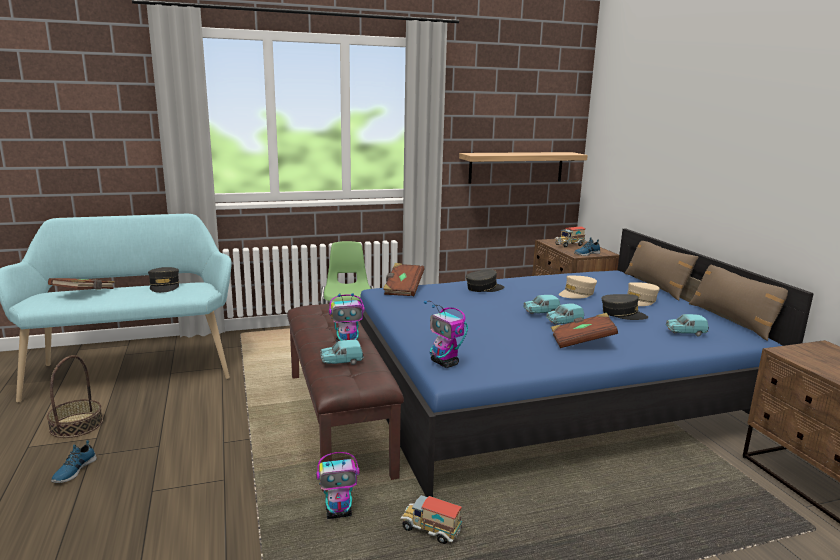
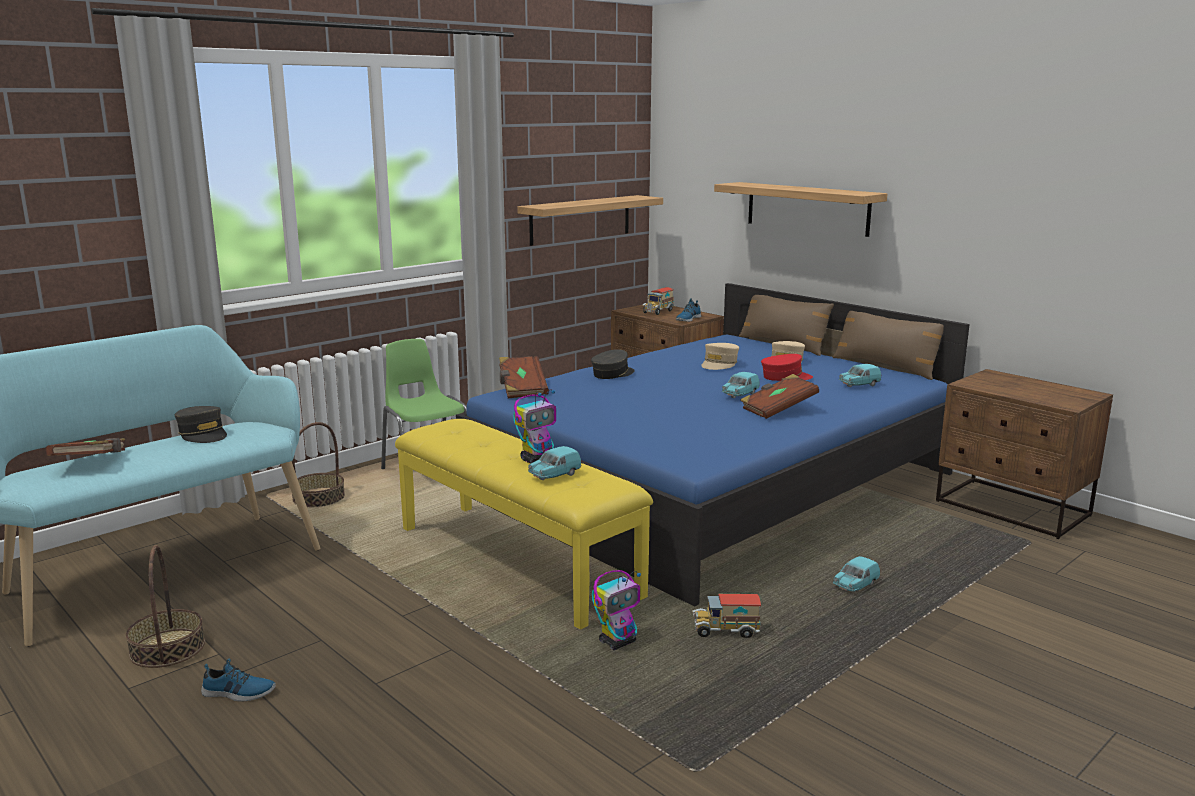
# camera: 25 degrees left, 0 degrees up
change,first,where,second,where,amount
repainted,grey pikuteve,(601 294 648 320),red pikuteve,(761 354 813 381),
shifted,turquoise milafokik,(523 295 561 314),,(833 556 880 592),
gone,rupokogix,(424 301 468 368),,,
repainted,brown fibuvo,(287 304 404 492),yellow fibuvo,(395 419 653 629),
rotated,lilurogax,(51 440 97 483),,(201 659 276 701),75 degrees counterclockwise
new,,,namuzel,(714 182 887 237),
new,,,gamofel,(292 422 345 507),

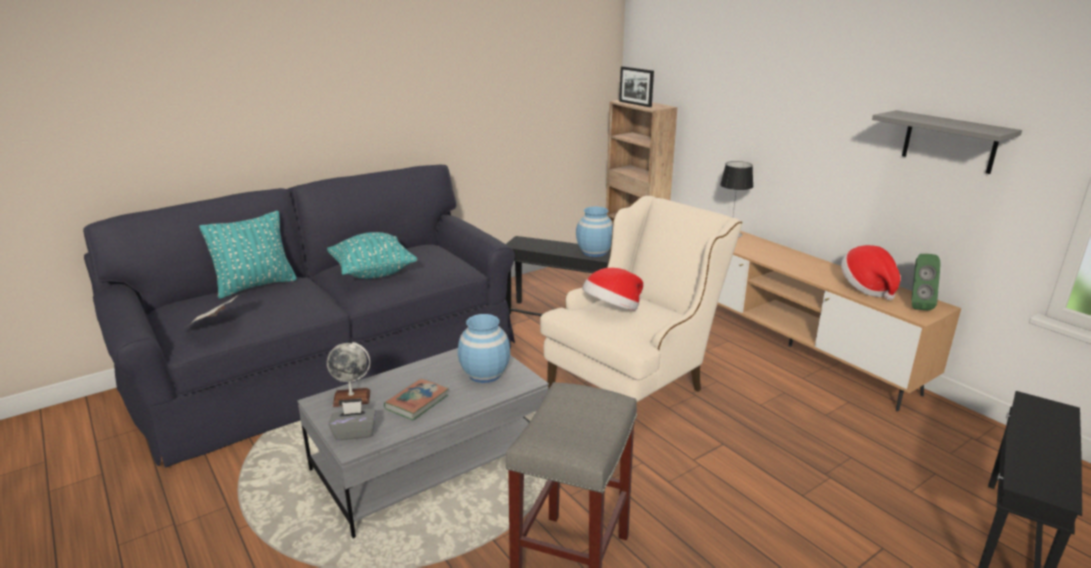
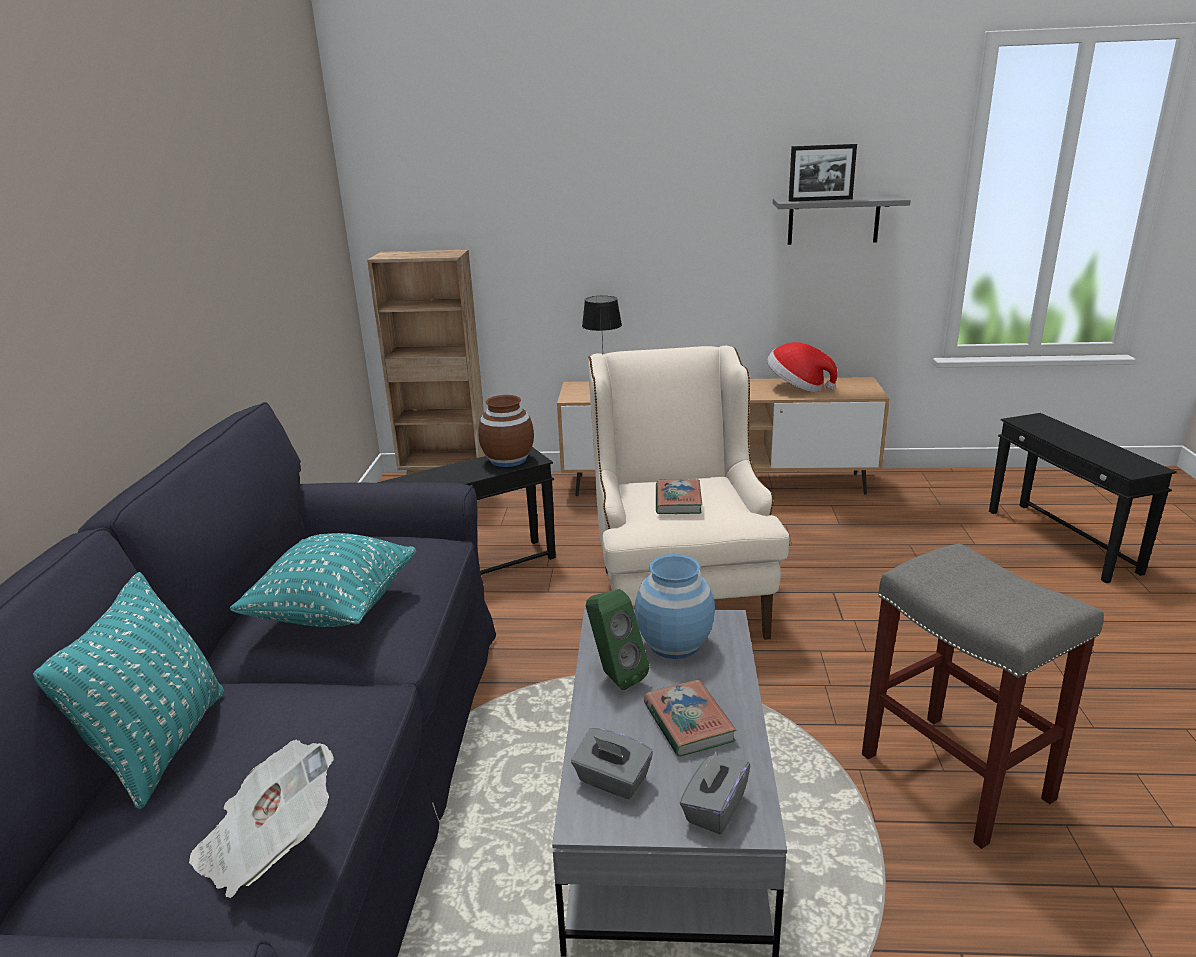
# camera: 50 degrees left, 0 degrees up
change,first,where,second,where,amount
shifted,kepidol,(619 66 654 107),,(789 144 857 202),
repainted,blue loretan,(576 207 613 257),brown loretan,(478 395 534 467),
shifted,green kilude,(912 254 941 311),,(586 589 649 690),
swapped,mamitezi,(582 268 643 310),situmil,(656 479 702 514),
swapped,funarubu,(327 342 370 407),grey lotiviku,(571 728 653 799),

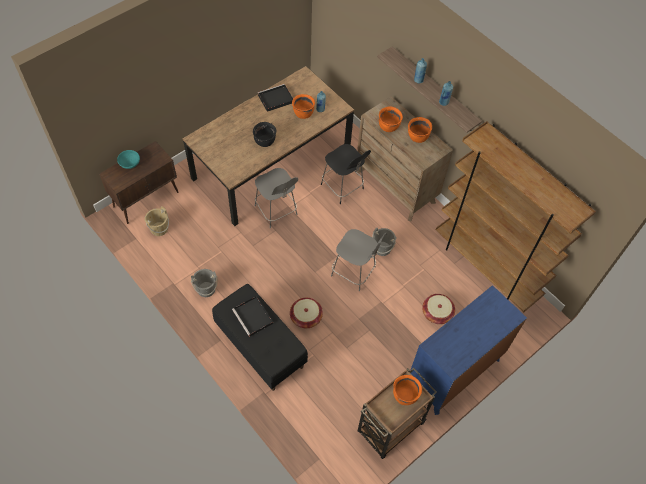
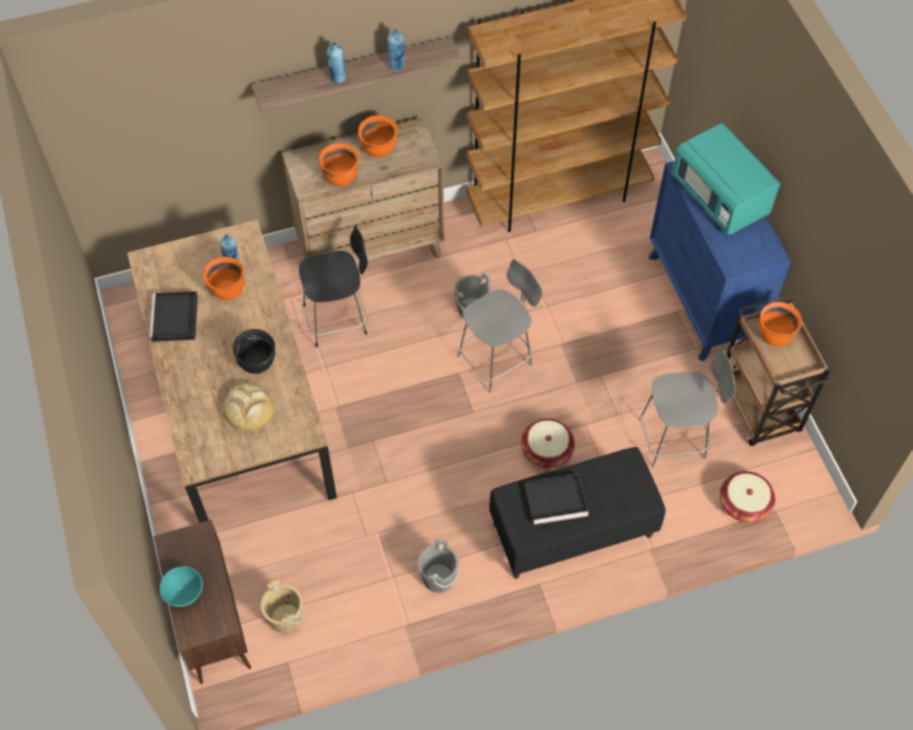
# camera: 65 degrees left, 0 degrees up
change,first,where,second,where,amount
shifted,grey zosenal,(255 168 298 228),,(639 349 736 467),
shifted,gamofel,(422 294 455 324),,(720 471 775 523),
new,,,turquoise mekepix,(672 123 780 235),
new,,,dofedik,(223 382 274 430),

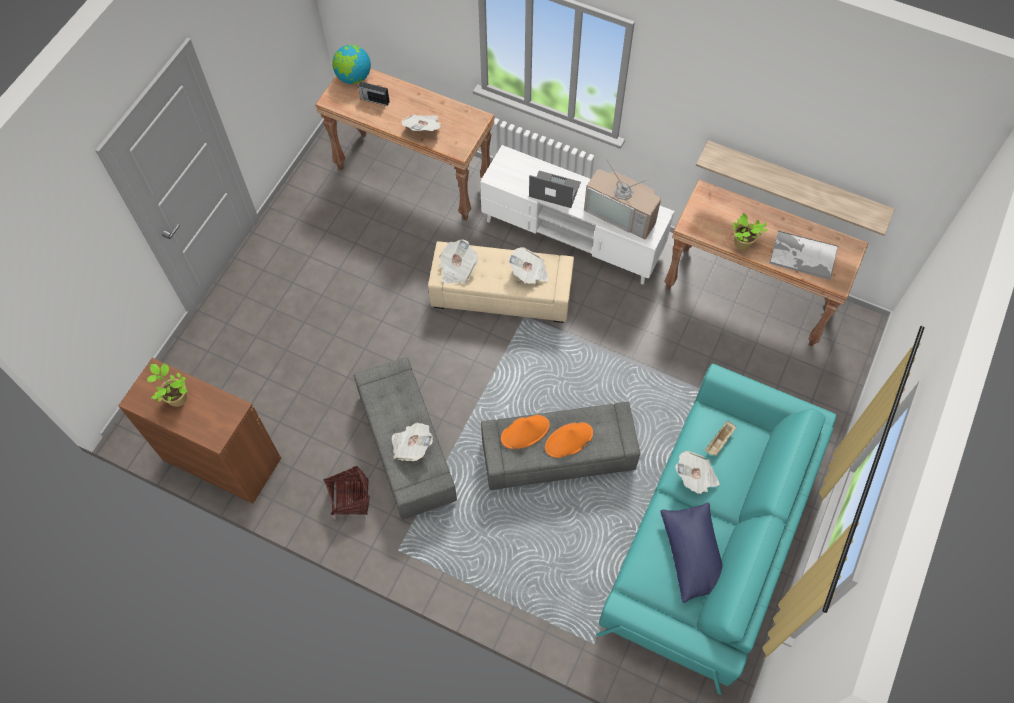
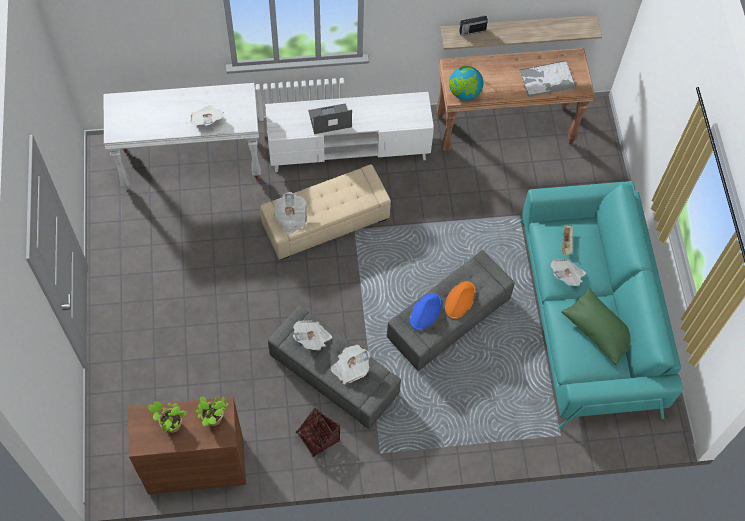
# camera: 35 degrees left, 0 degrees up
change,first,where,second,where,amount
shifted,funarubu,(332 45 371 84),,(449 66 484 101),
repainted,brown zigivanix,(315 68 495 221),white zigivanix,(104 83 261 190),
shifted,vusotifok,(358 82 390 106),,(459 15 488 36),
gone,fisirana,(584 162 661 240),,,
shifted,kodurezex,(733 213 767 250),,(195 396 229 427),
shifted,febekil,(508 247 549 284),,(293 321 332 351),
repainted,orange mamitezi,(501 415 550 449),blue mamitezi,(410 293 442 330),
repainted,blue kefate,(660 502 722 603),green kefate,(561 288 630 365),

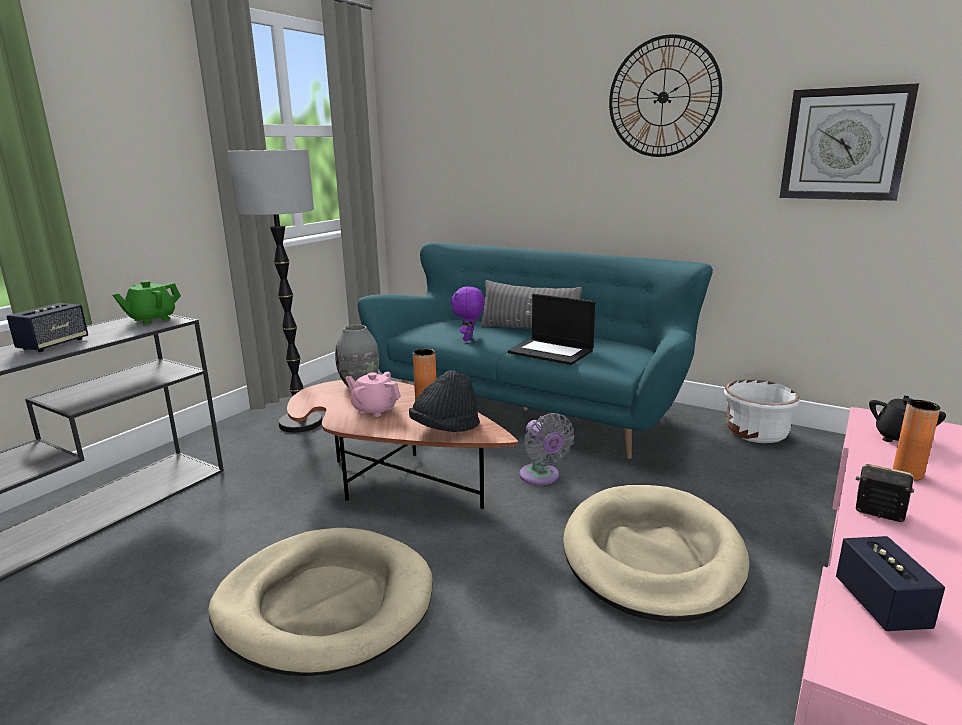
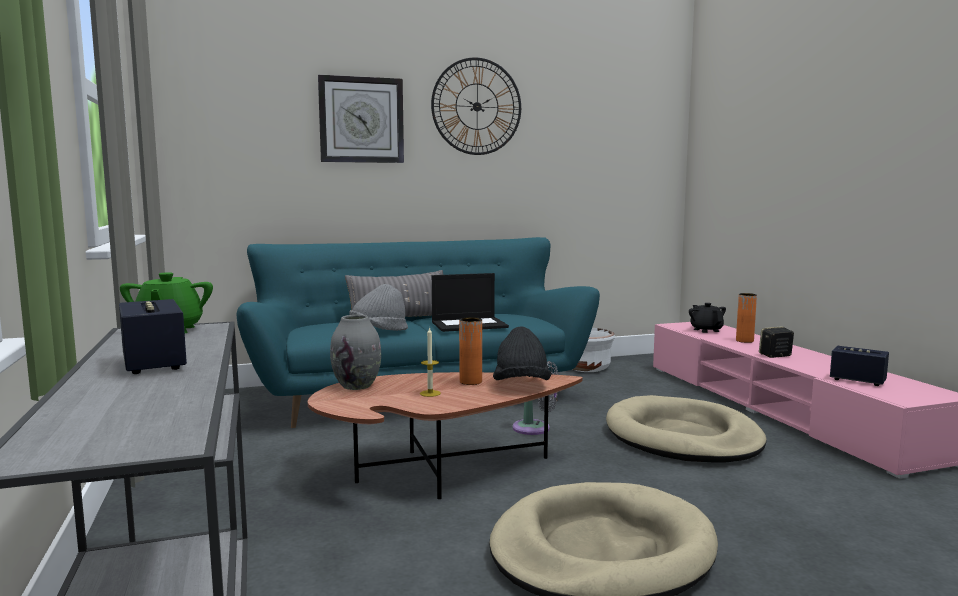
# camera: 50 degrees left, 10 degrees down
change,first,where,second,where,amount
shifted,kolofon,(780 83 919 201),,(318 75 404 163),
gone,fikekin,(227 149 322 433),,,
swapped,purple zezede,(451 287 485 341),grey mamitezi,(349 284 408 331),
swapped,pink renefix,(345 371 401 417),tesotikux,(420 327 441 397),

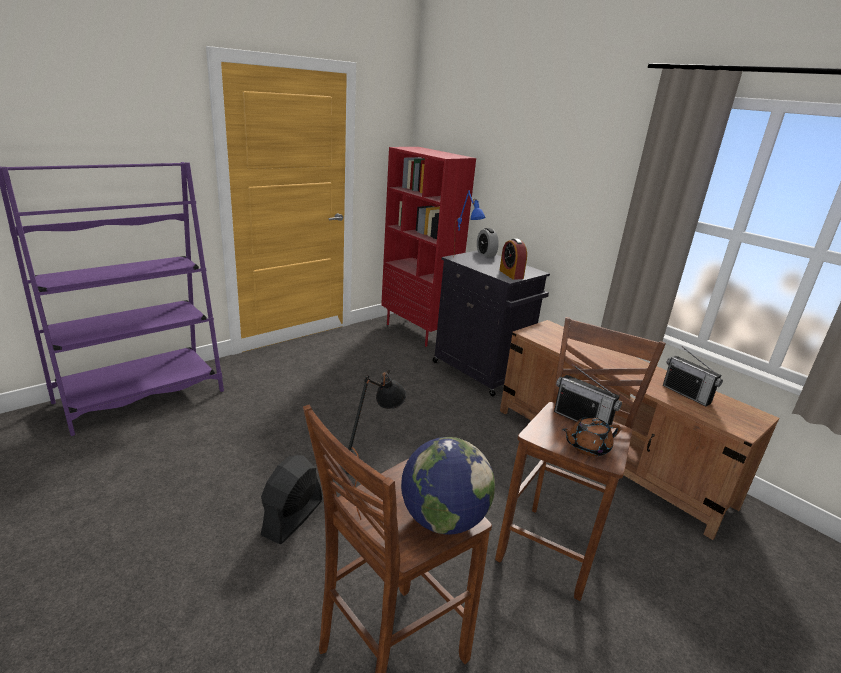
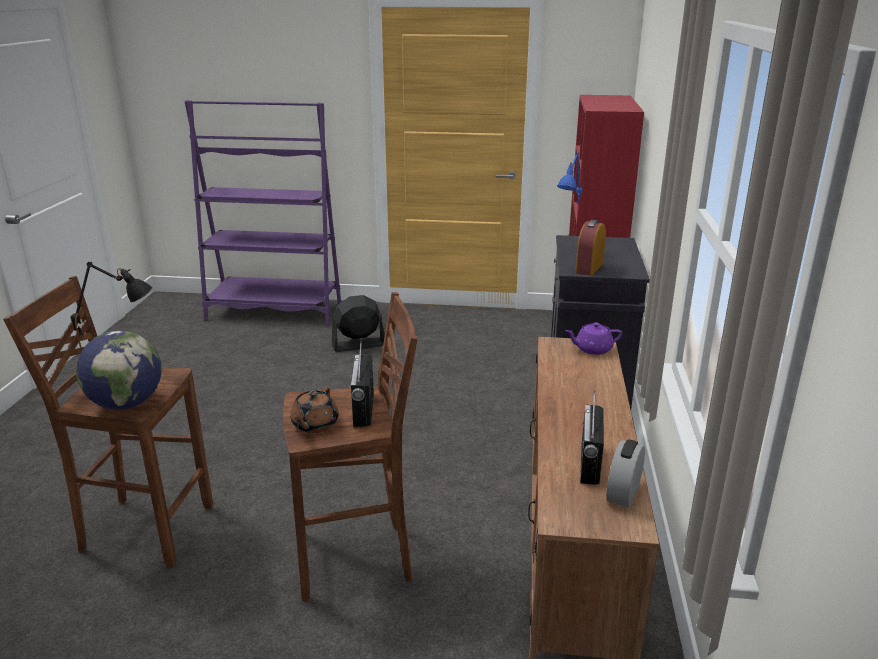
# camera: 50 degrees right, 0 degrees up
change,first,where,second,where,amount
shifted,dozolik,(477 228 499 257),,(606 439 645 508),
rotated,brown renefix,(562 417 621 456),,(290 387 339 433),105 degrees counterclockwise
shifted,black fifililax,(261 455 322 544),,(332 295 385 352),
new,,,purple renefix,(565 322 622 355),

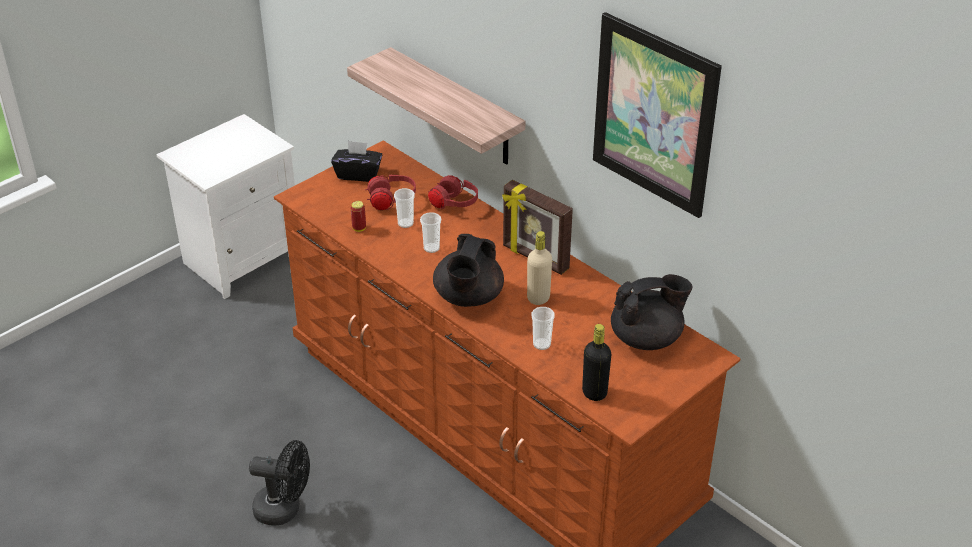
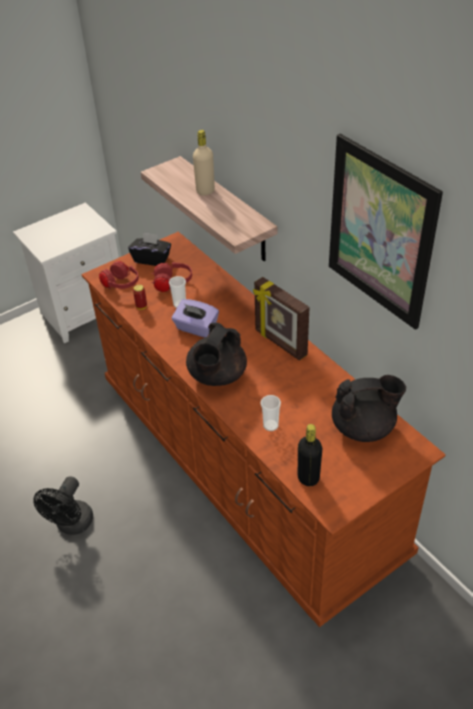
# camera: 10 degrees right, 5 degrees up
change,first,where,second,where,amount
shifted,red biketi,(428 175 478 209),,(99 261 139 289),
swapped,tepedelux,(420 212 441 253),purple lotiviku,(172 299 219 337),
shifted,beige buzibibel,(527 231 552 305),,(193 130 215 195),
rotated,black fifililax,(249 440 310 526),,(33 477 93 535),90 degrees clockwise

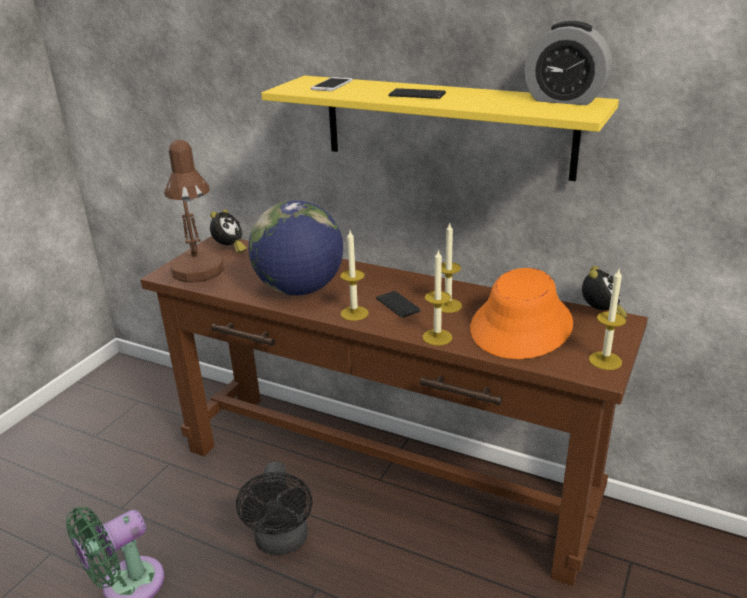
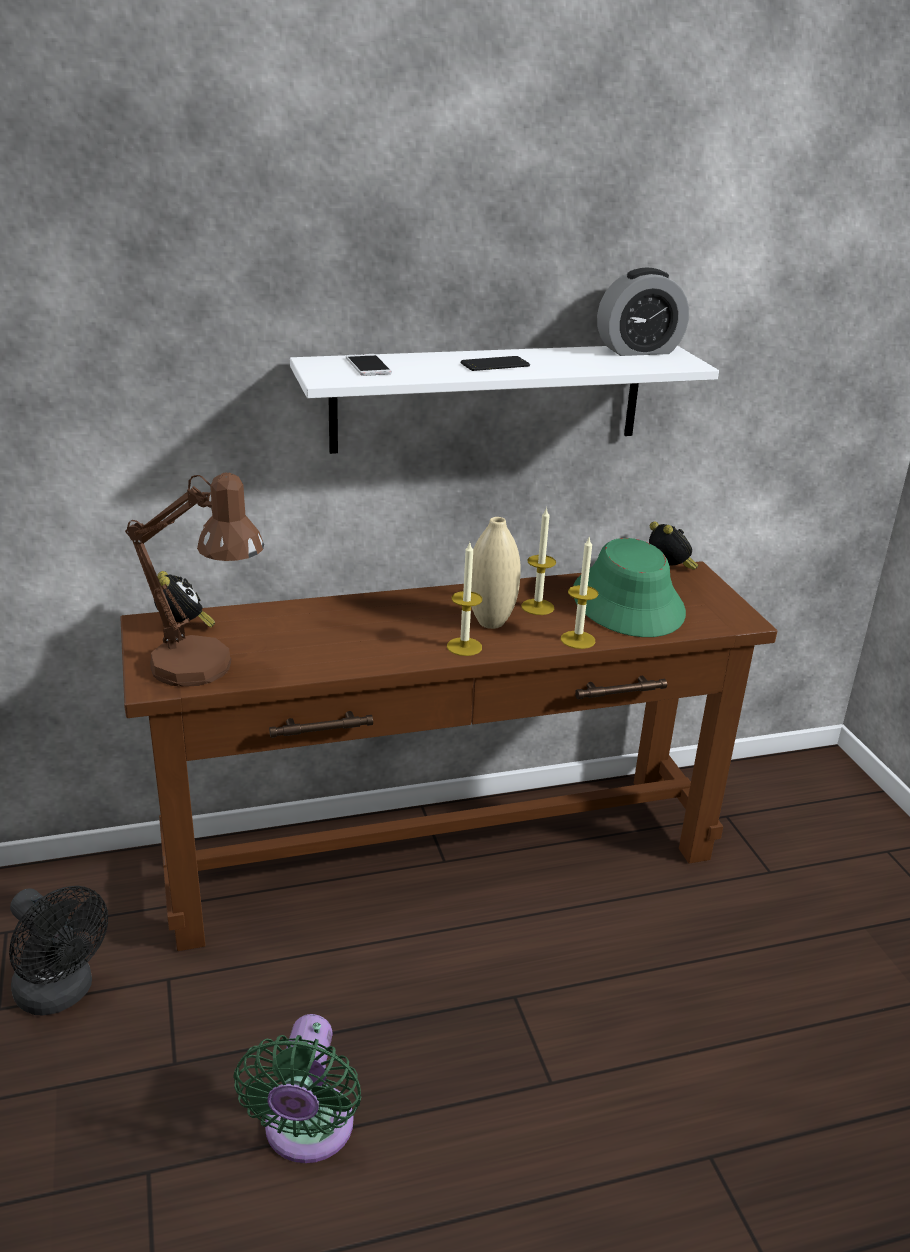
# camera: 45 degrees left, 0 degrees up
change,first,where,second,where,amount
repainted,yellow namuzel,(261 76 619 181),white namuzel,(290 346 719 454),
gone,funarubu,(248 200 343 295),,,
repainted,orange mamitezi,(470 268 573 359),green mamitezi,(573 538 686 637),
gone,tesotikux,(589 269 626 370),,,
swapped,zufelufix,(376 291 421 318),beige loretan,(471 517 521 629),
shifted,black fifililax,(236 462 312 555),,(9 886 108 1015),

